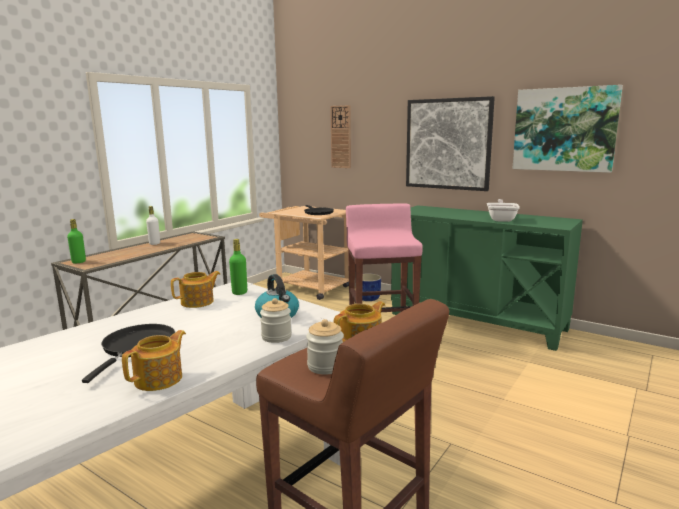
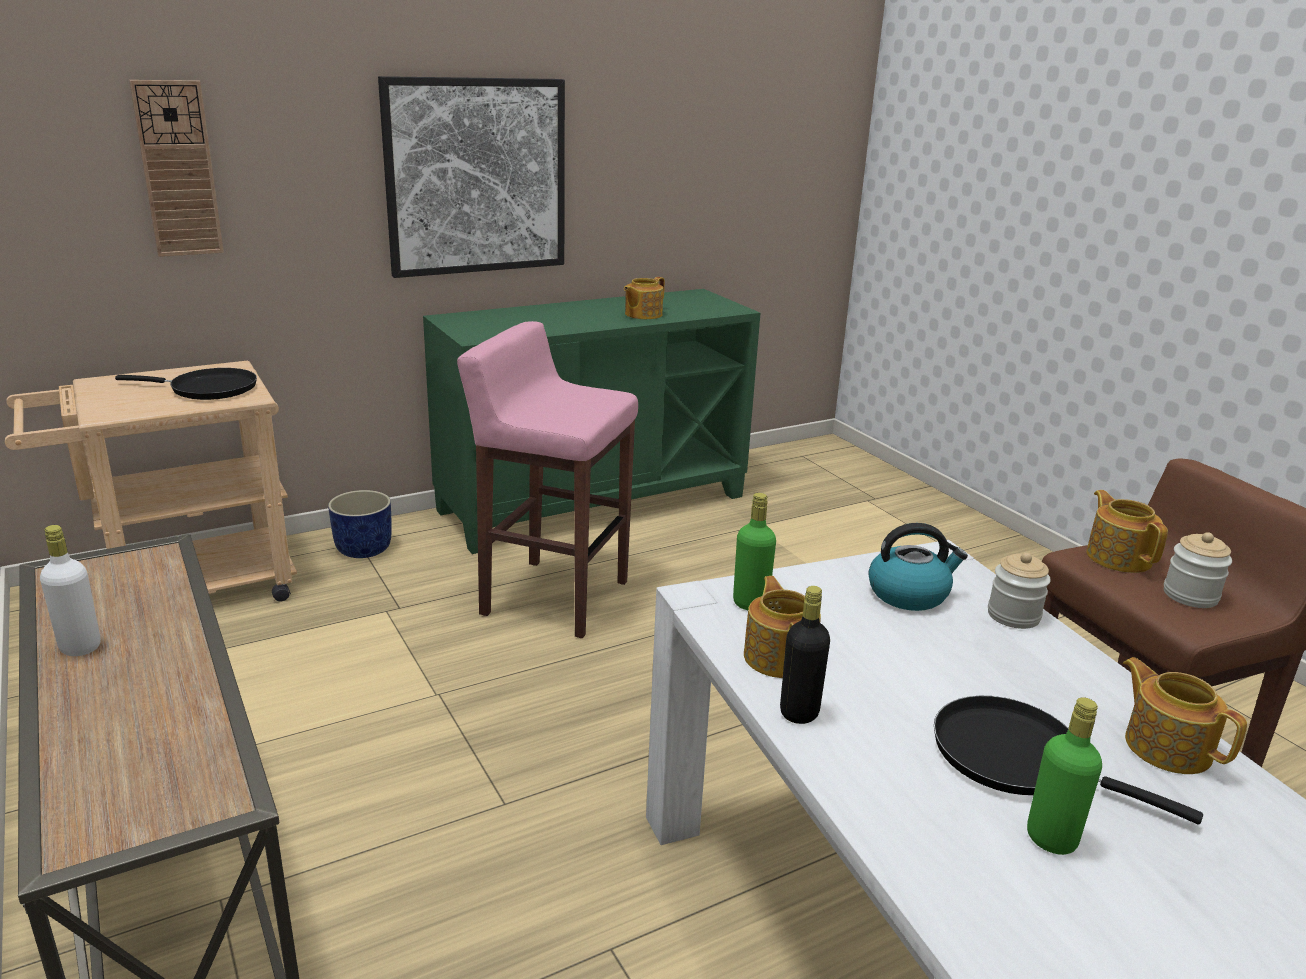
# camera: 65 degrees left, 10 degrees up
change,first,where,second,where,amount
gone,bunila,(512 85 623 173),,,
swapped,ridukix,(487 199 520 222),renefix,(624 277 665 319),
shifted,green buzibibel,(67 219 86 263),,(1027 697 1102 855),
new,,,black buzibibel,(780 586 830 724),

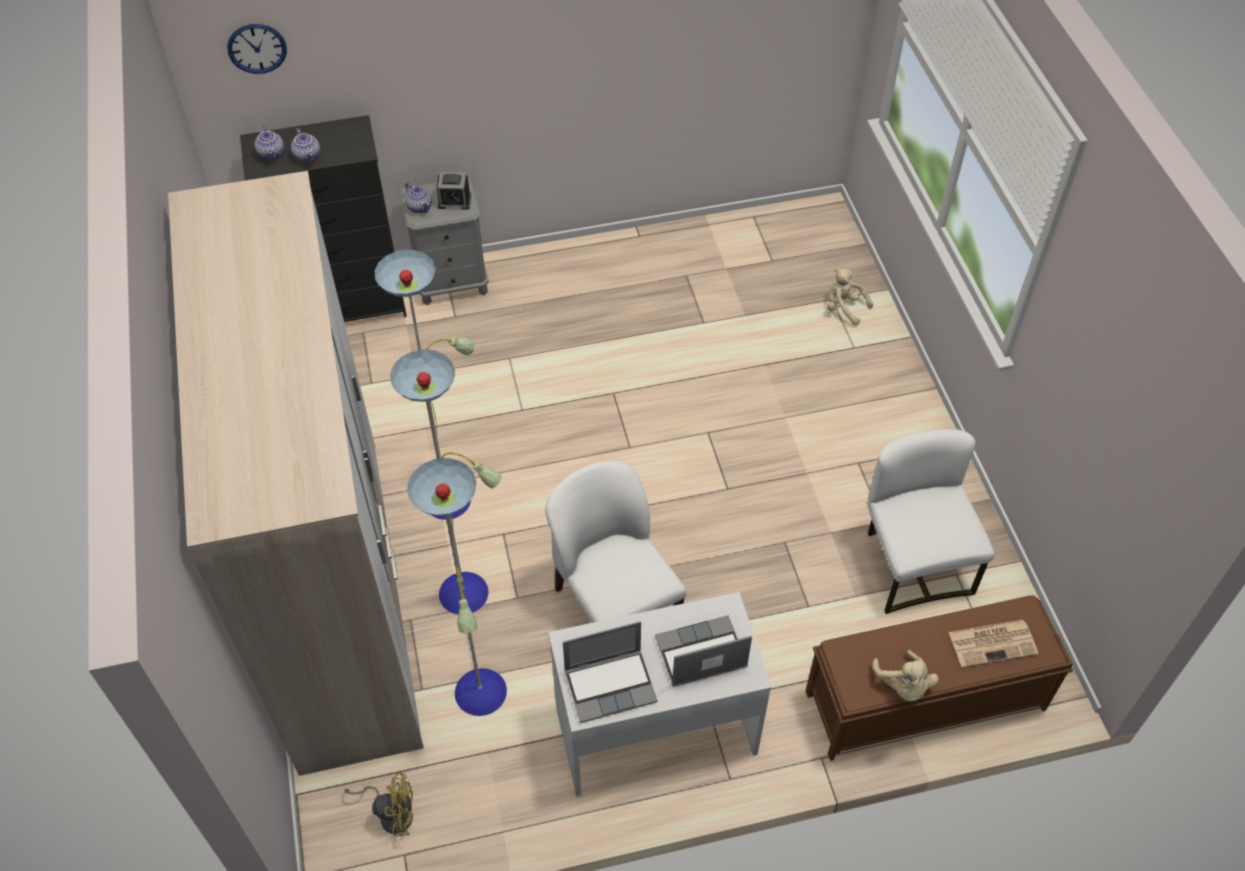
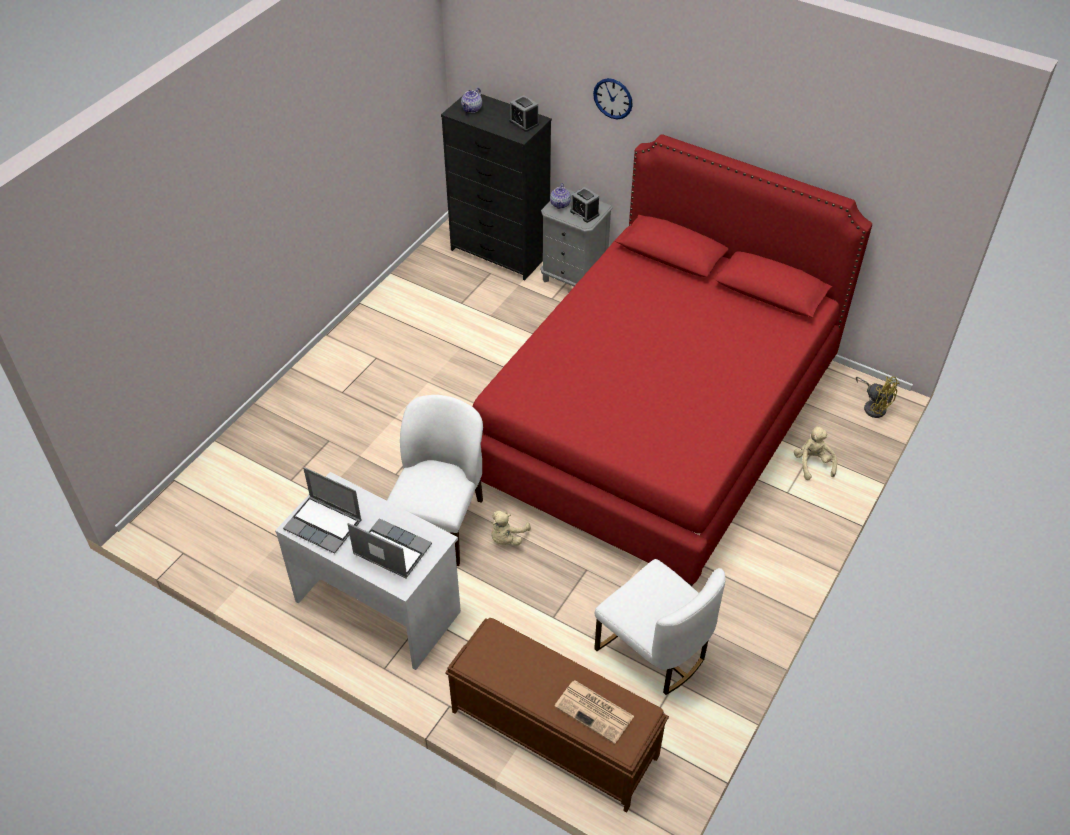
# camera: 45 degrees right, 5 degrees down
change,first,where,second,where,amount
shifted,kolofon,(227 24 287 74),,(593 78 633 119),
gone,renefix,(291 128 320 163),,,
gone,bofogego,(168 171 424 776),,,
gone,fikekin,(375 250 507 716),,,
rotated,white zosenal,(868 429 994 614),,(594 559 726 695),105 degrees clockwise
shifted,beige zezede,(872 650 939 702),,(492 511 531 546),
shifted,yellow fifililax,(344 772 413 836),,(856 376 899 418),
new,,,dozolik,(509 95 539 132),
new,,,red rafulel,(473 134 872 586),

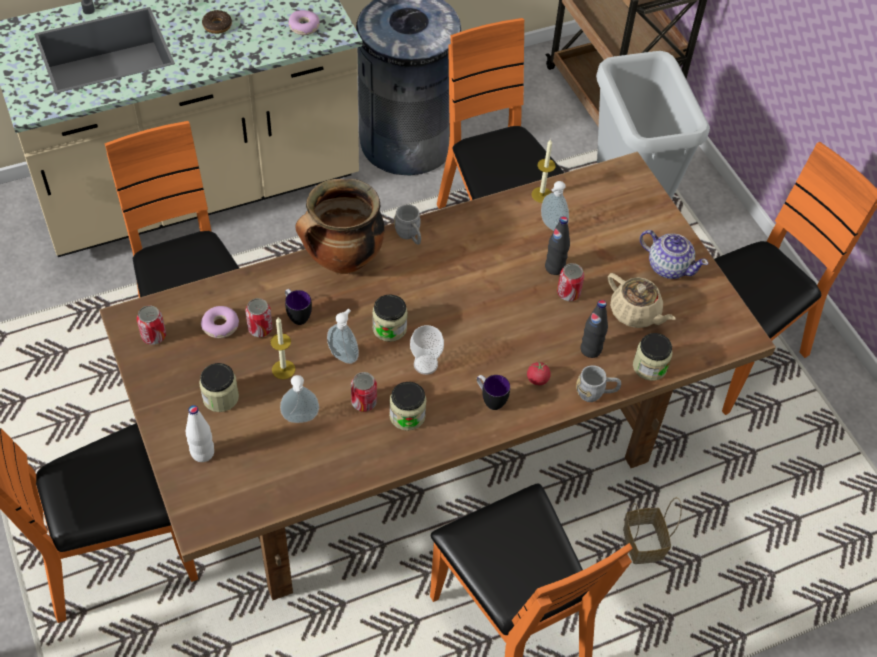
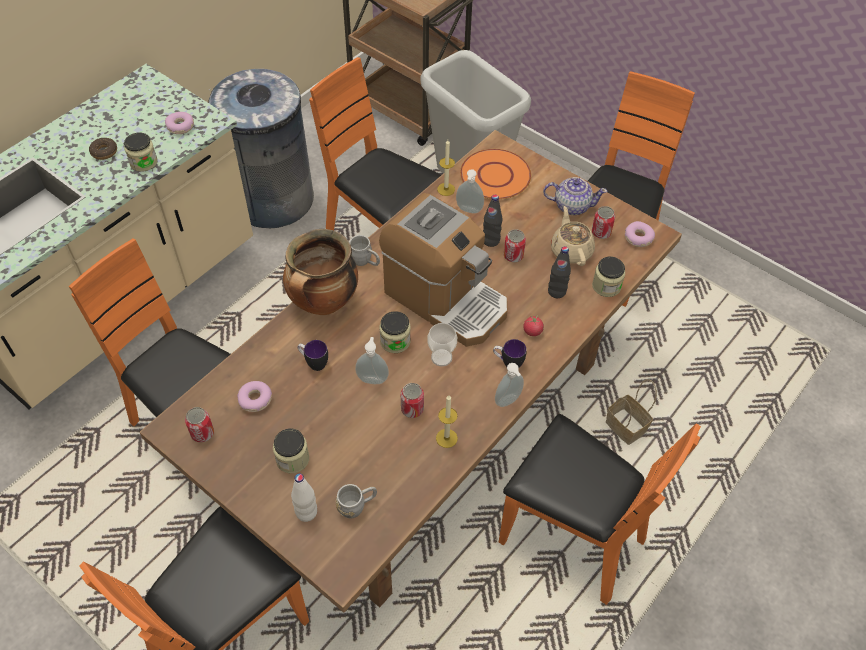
# camera: 25 degrees left, 0 degrees up
change,first,where,second,where,amount
rotated,beige renefix,(608 273 676 328),,(551 206 595 266),120 degrees counterclockwise
shifted,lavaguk,(245 298 273 337),,(592 206 615 239),
shifted,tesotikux,(270 317 295 379),,(436 395 458 448),
shifted,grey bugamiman,(576 365 621 402),,(336 484 377 519),
shifted,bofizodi,(280 375 319 423),,(495 363 524 407),
shifted,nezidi,(389 382 426 431),,(124 132 158 172),
new,,,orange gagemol,(460 149 531 199),
new,,,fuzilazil,(379 193 507 347),
new,,,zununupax,(625 221 655 247),

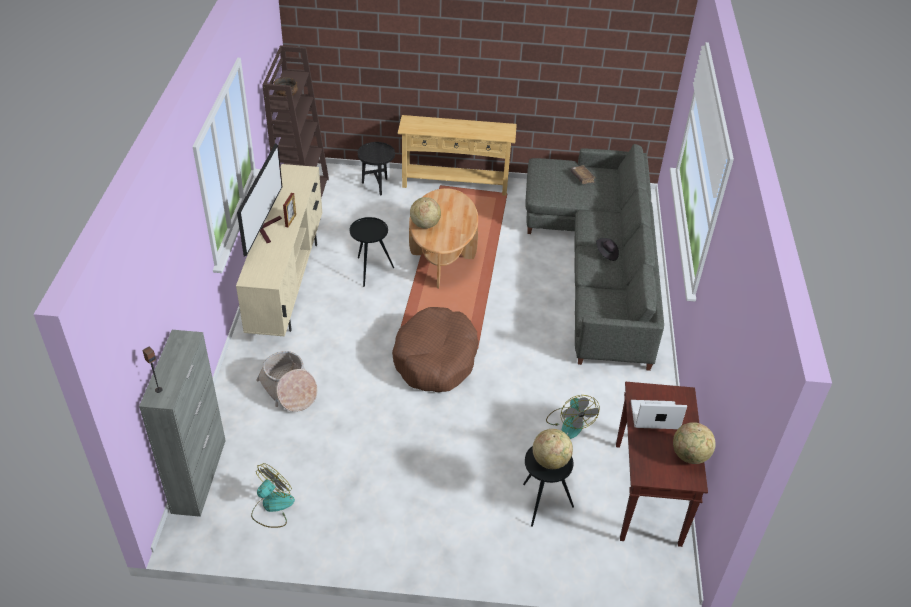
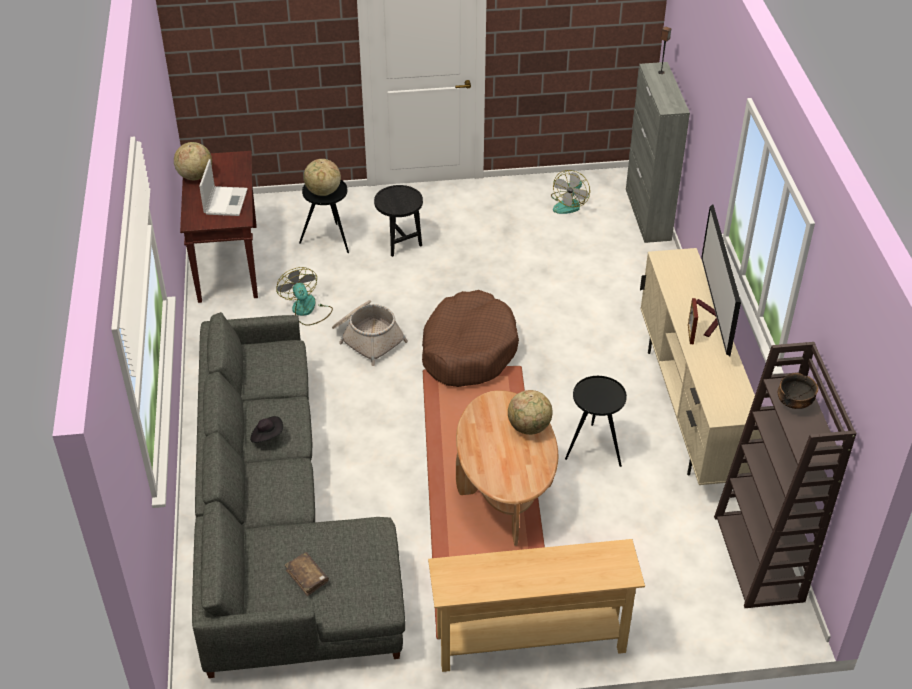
# camera: 170 degrees right, 0 degrees up
change,first,where,second,where,amount
shifted,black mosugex,(358 142 395 196),,(374 185 423 257),
shifted,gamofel,(256 351 318 412),,(332 300 408 366),
rotated,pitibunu,(631 400 687 429),,(199 159 248 216),75 degrees counterclockwise

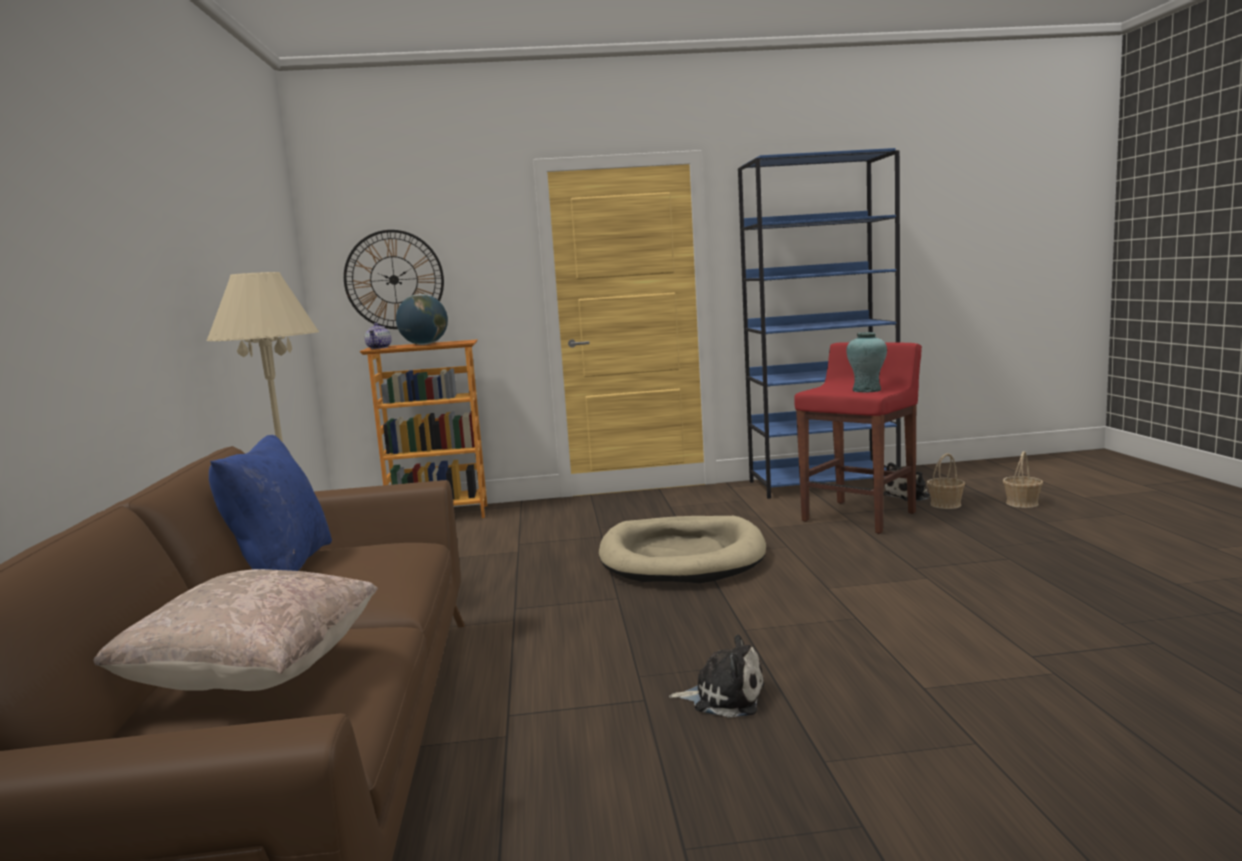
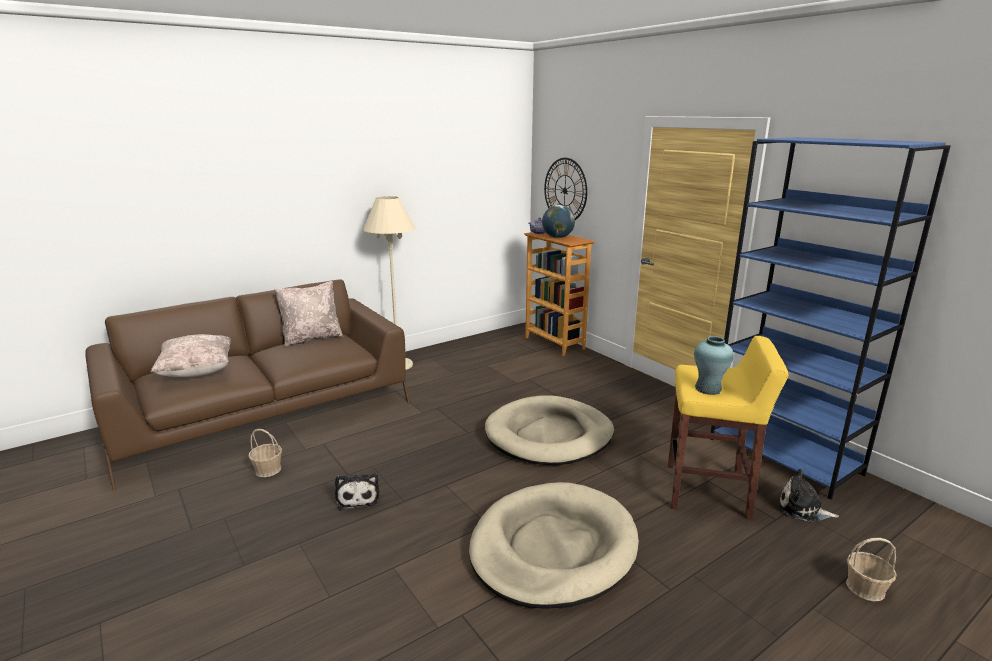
# camera: 60 degrees right, 10 degrees up
change,first,where,second,where,amount
repainted,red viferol,(794 342 922 534),yellow viferol,(668 336 789 519),
repainted,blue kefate,(209 435 332 571),beige kefate,(274 281 343 347),
shifted,gamofel,(927 453 965 509),,(248 429 282 477),
new,,,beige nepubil,(469 482 639 609),

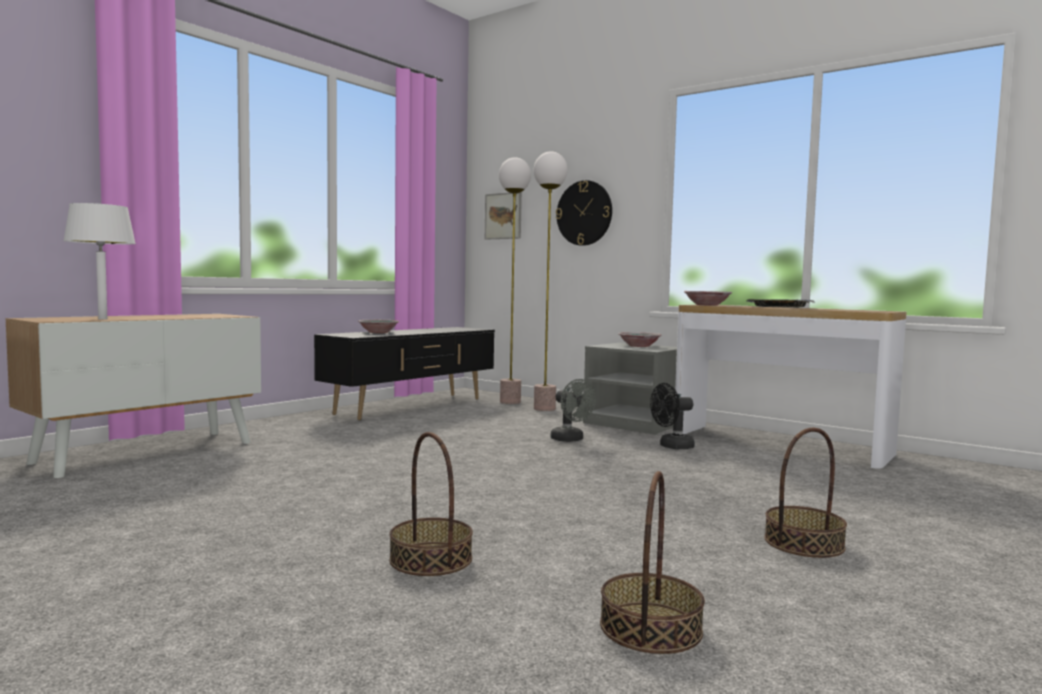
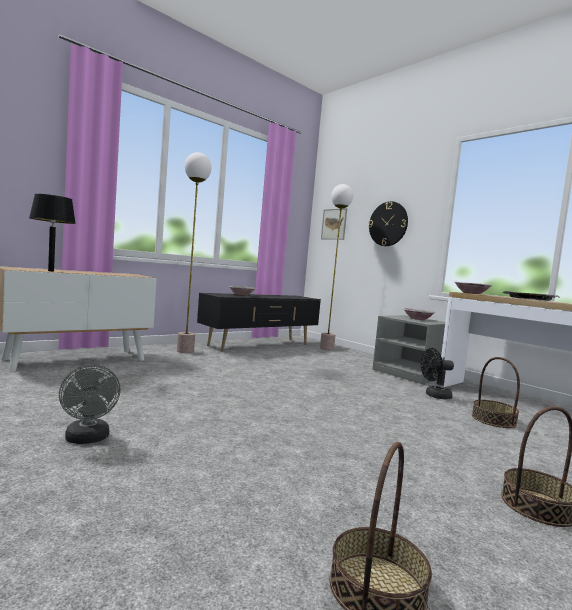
# camera: 10 degrees right, 0 degrees up
change,first,where,second,where,amount
shifted,fikekin,(534 151 568 411),,(177 152 212 353),
repainted,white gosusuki,(63 203 136 320),black gosusuki,(29 194 76 271),
shifted,grey fifililax,(551 379 596 442),,(59 365 121 444),
shifted,gamofel,(389 432 473 576),,(472 357 520 428),

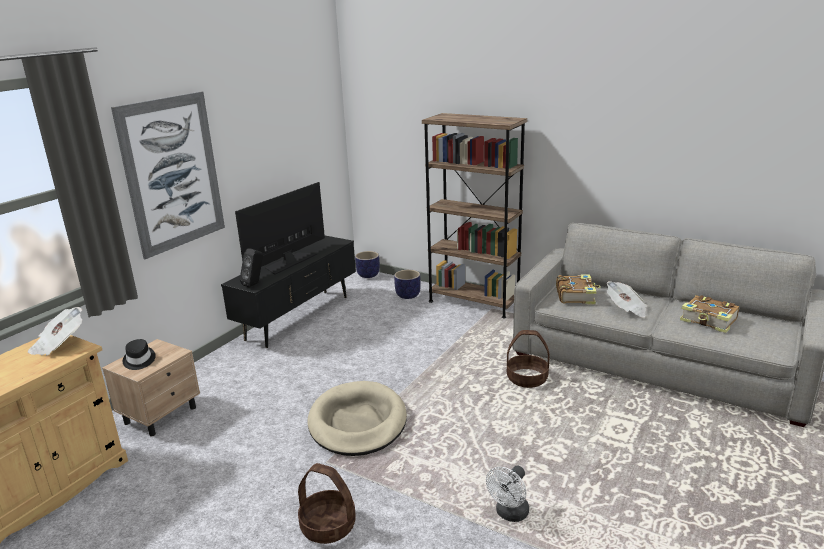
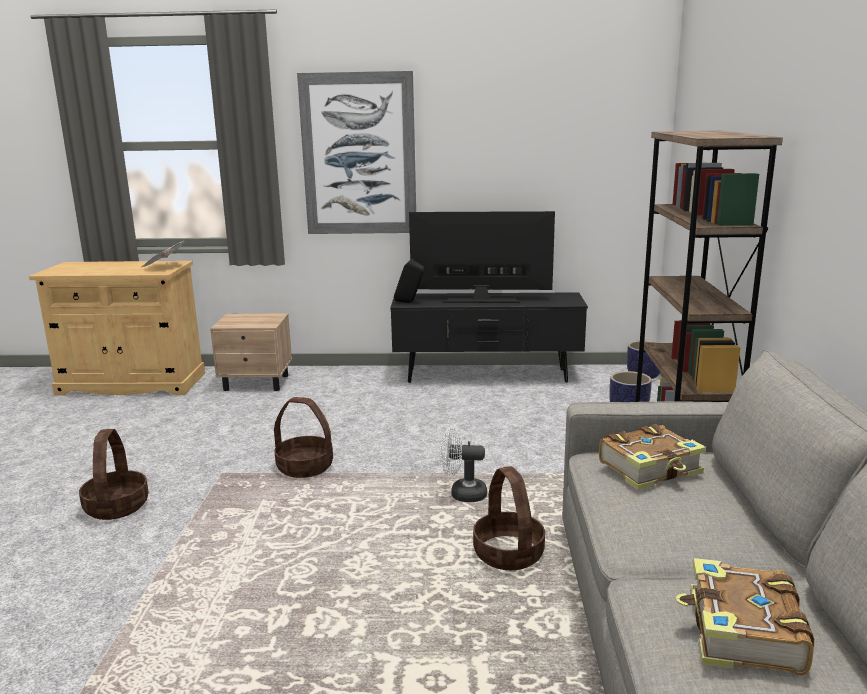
# camera: 60 degrees right, 5 degrees down
change,first,where,second,where,amount
gone,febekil,(607 281 647 318),,,
gone,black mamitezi,(123 339 156 370),,,
swapped,beige nepubil,(307 381 407 456),gamofel,(274 397 333 478),
shifted,white fifililax,(486 466 529 522),,(440 428 487 502),

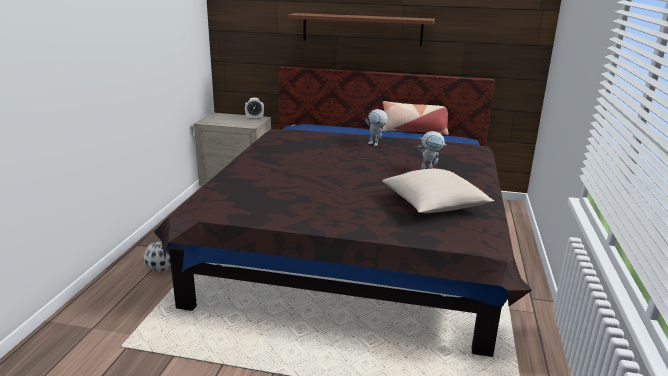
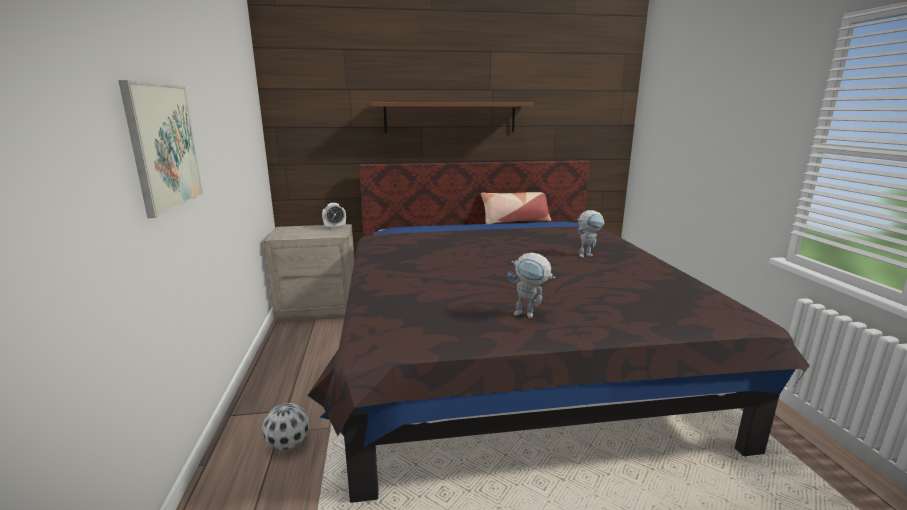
# camera: 20 degrees left, 5 degrees down
change,first,where,second,where,amount
shifted,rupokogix,(365 109 388 146),,(507 253 555 318),
gone,beige kefate,(382 169 494 213),,,
new,,,bunila,(118 80 203 218),

